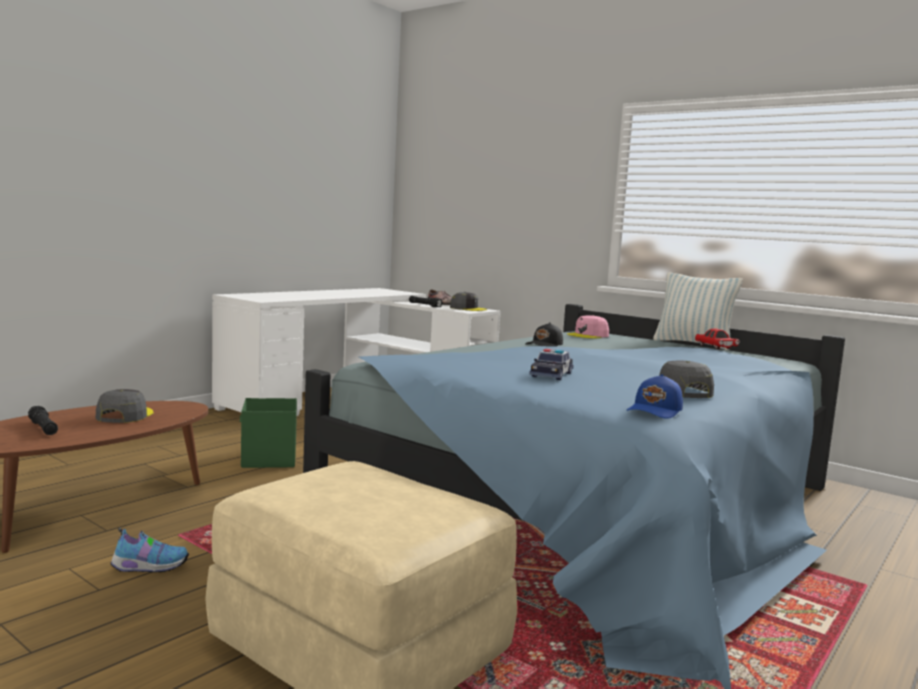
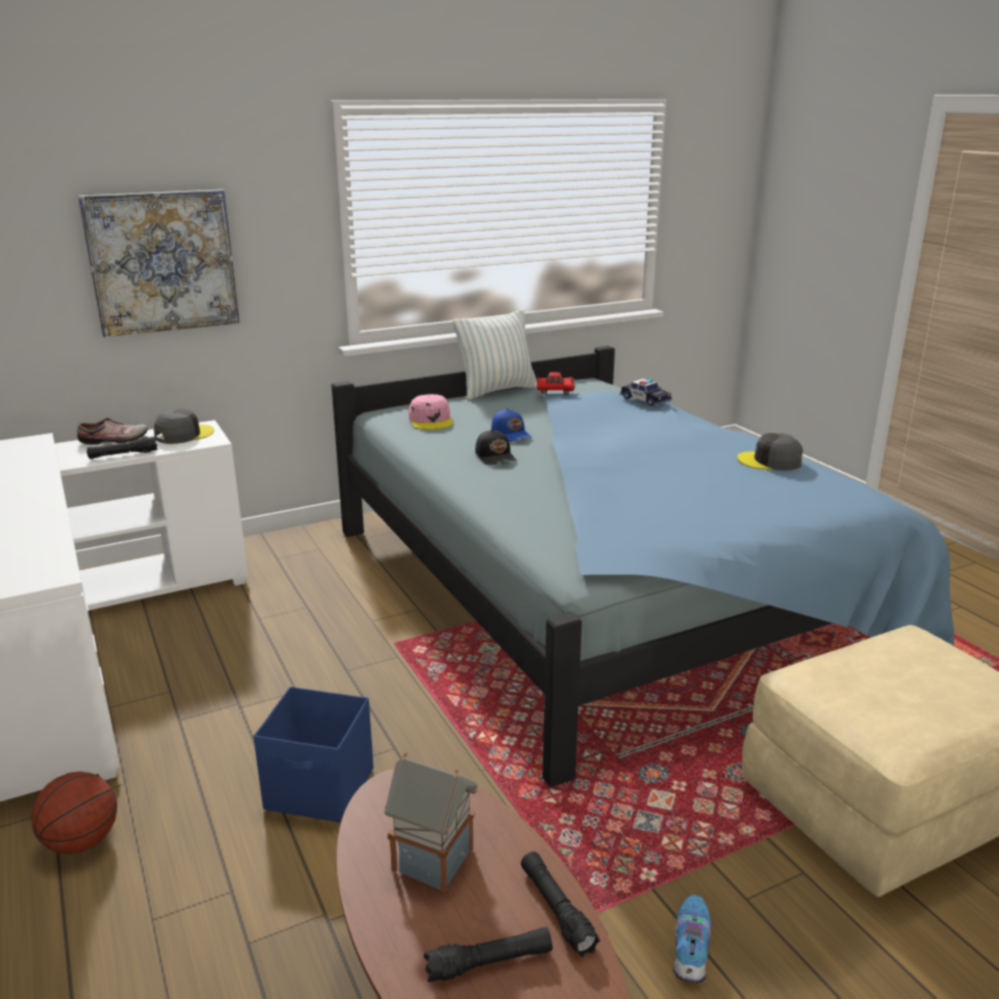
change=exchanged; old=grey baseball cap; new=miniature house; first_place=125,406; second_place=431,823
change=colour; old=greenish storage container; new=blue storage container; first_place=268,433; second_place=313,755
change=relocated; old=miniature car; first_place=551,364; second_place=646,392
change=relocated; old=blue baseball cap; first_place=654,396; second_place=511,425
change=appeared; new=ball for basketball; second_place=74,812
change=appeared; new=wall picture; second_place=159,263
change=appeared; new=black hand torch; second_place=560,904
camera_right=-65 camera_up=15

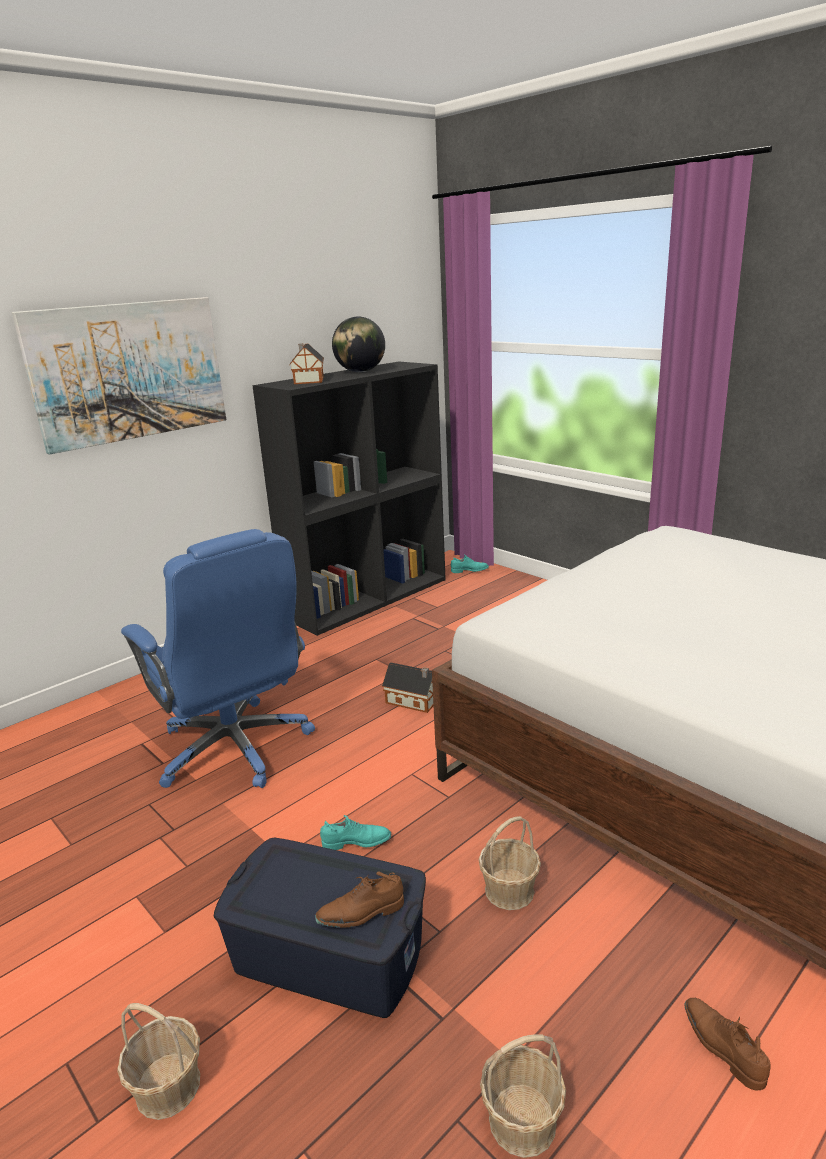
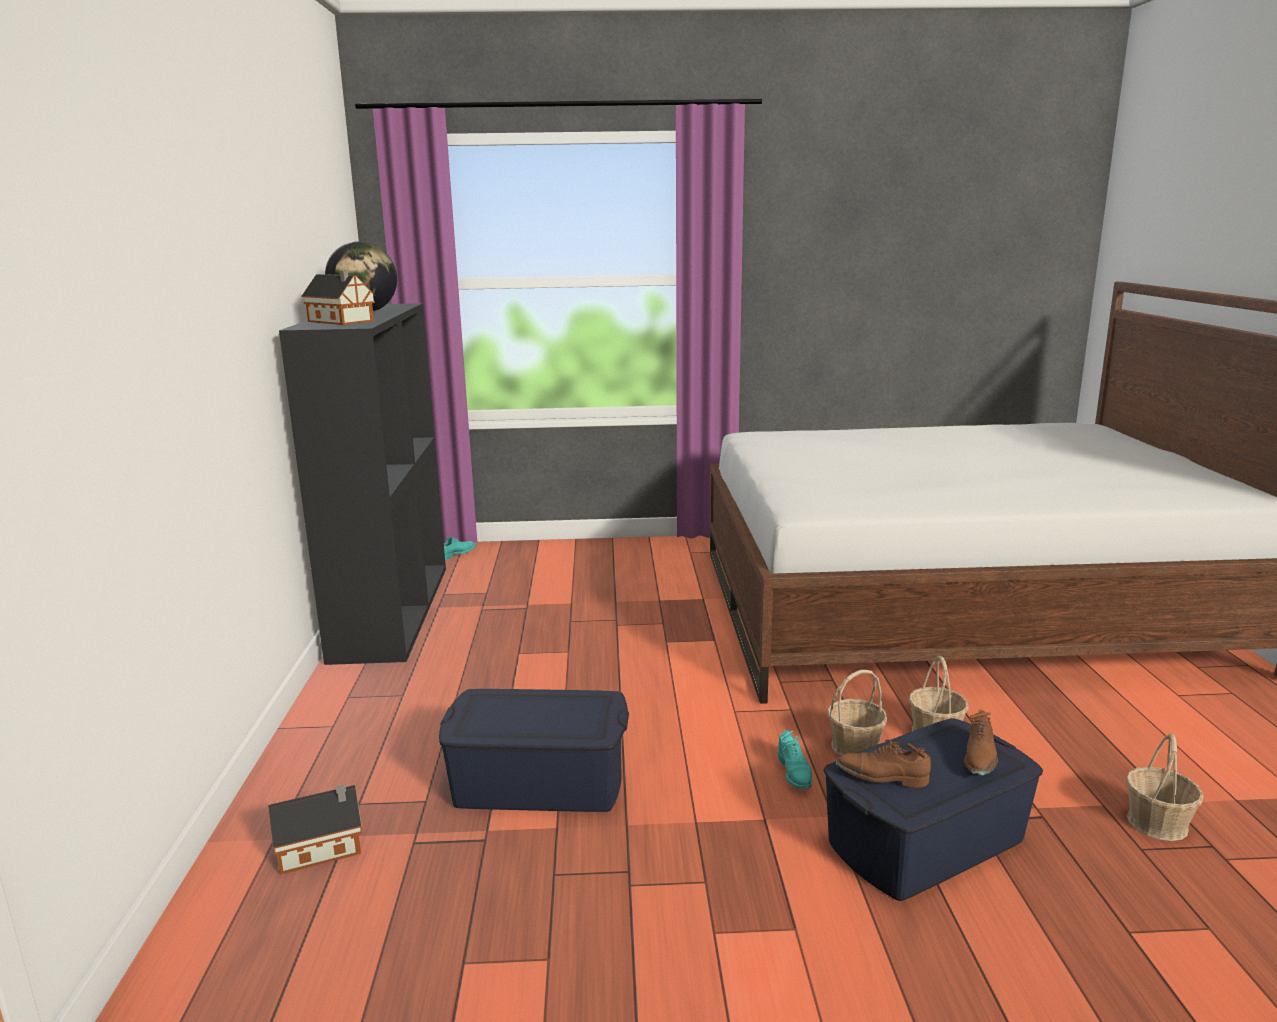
change=missing; old=wall picture; first_place=119,375
change=relocated; old=storage basket; first_place=158,1061; second_place=858,713
change=exchanged; old=blue office chair; new=blue storage container; first_place=218,658; second_place=534,750
change=spun; old=turquoise low shoe; first_place=355,832; second_place=795,760; degrees=135
change=relocated; old=miniature house; first_place=407,687; second_place=315,829
change=relocated; old=brownish low shoe; first_place=727,1044; second_place=883,764
camera_right=-50 camera_up=-5

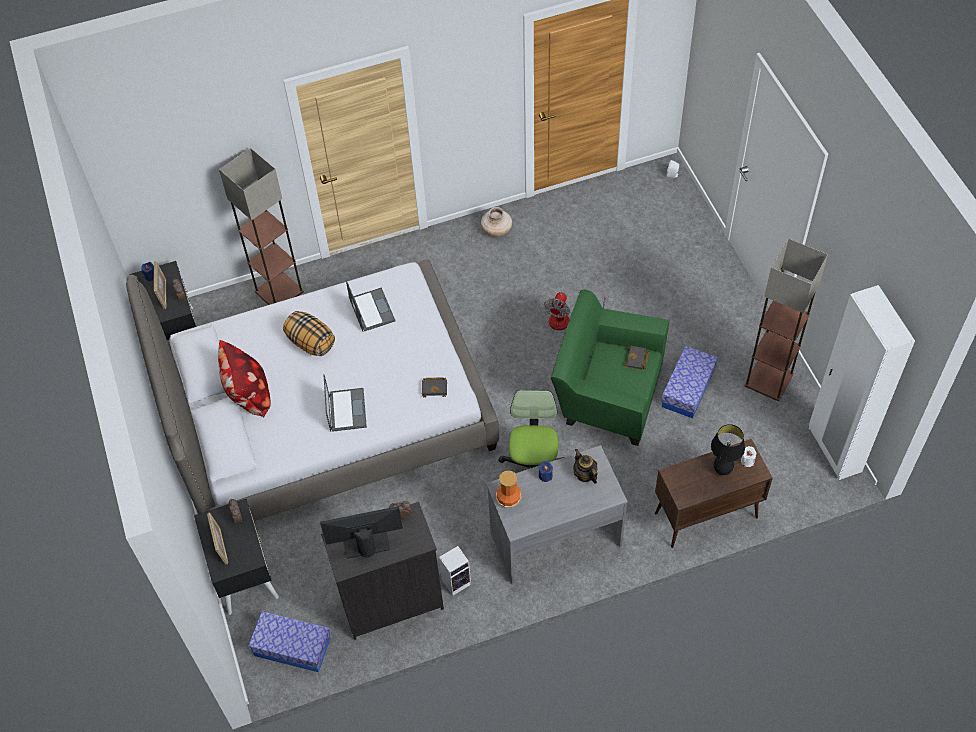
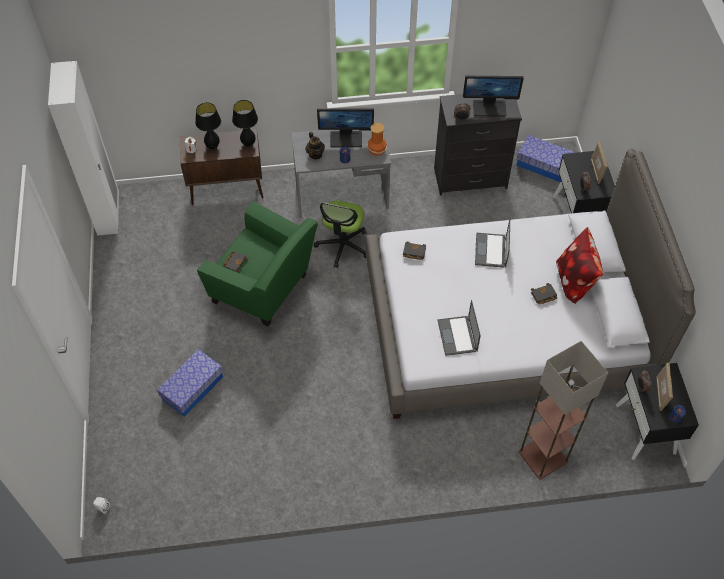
change=missing; old=cushion; first_place=309,333
change=missing; old=loudspeaker; first_place=455,571
change=missing; old=beige-coloured decorative vase; first_place=496,222
change=missing; old=fan; first_place=576,311
change=relocated; old=storage container; first_place=689,382; second_place=190,383
change=missing; old=standing lamp; first_place=786,319
change=appeared; new=black table lamp; second_place=245,123
change=appeared; new=monitor; second_place=345,128
change=appeared; new=black book; second_place=544,294
camera_right=-170 camera_up=0

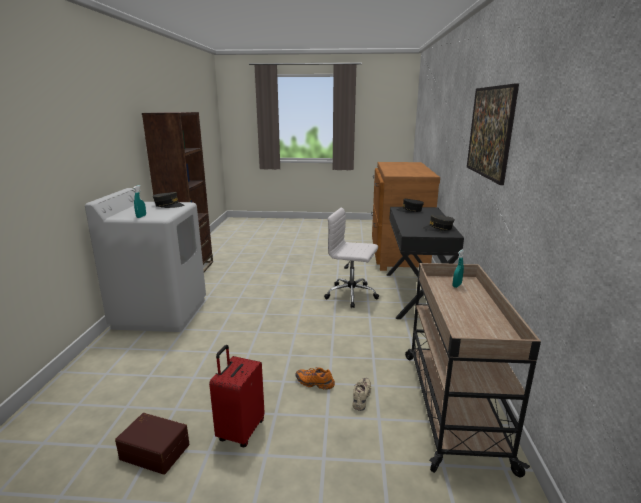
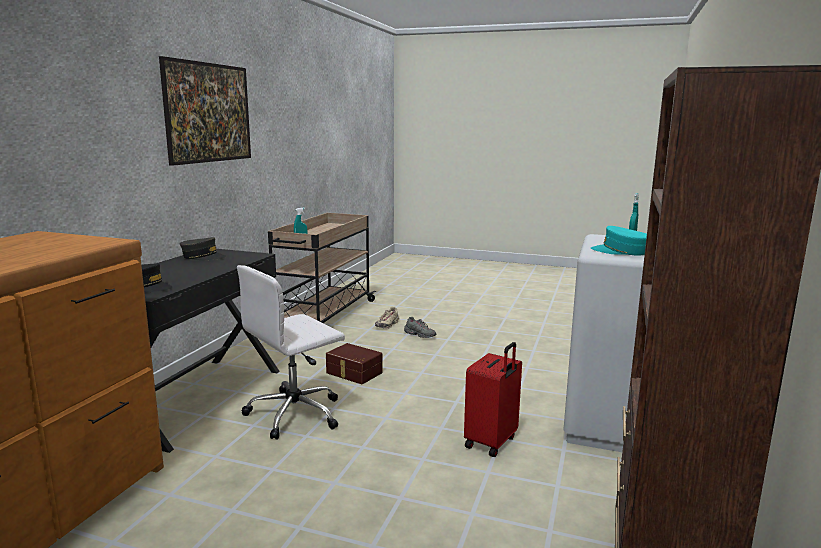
change=relocated; old=brownish storage container; first_place=152,444; second_place=354,363
change=colour; old=grey baseball cap; new=turquoise baseball cap; first_place=168,200; second_place=619,241
change=relocated; old=red-coloured piece of luggage; first_place=237,396; second_place=493,399
change=colour; old=orange low shoe; new=grey low shoe; first_place=315,378; second_place=420,327
change=spun; old=white office chair; first_place=351,258; second_place=291,352; degrees=105
camera_right=-165 camera_up=-5

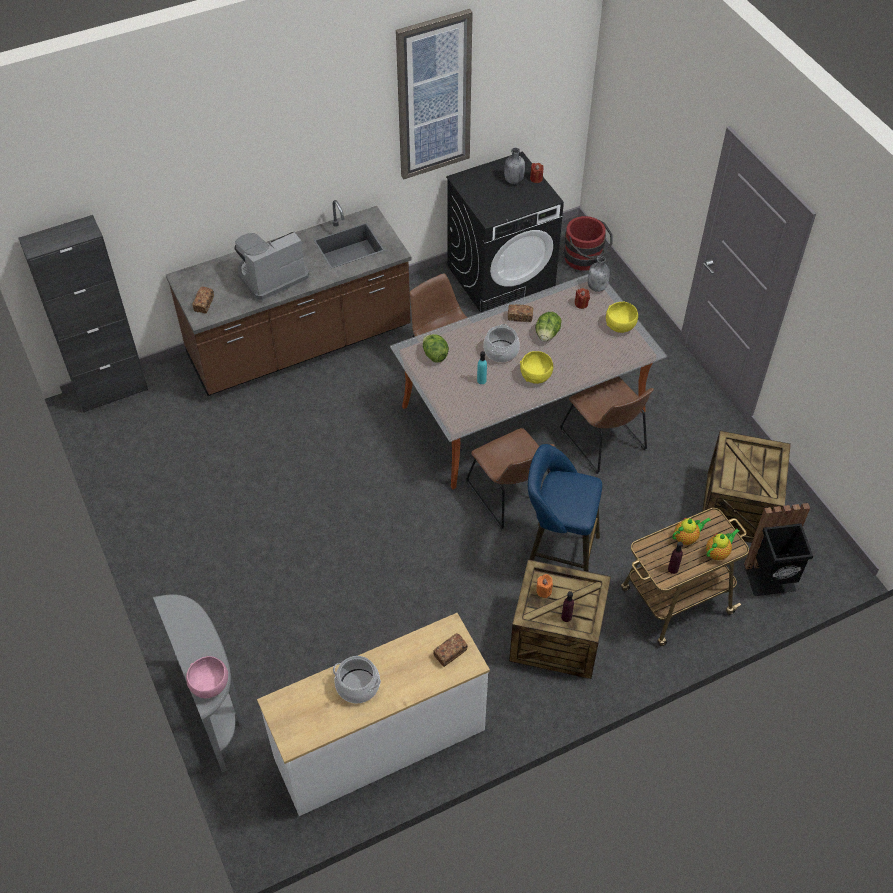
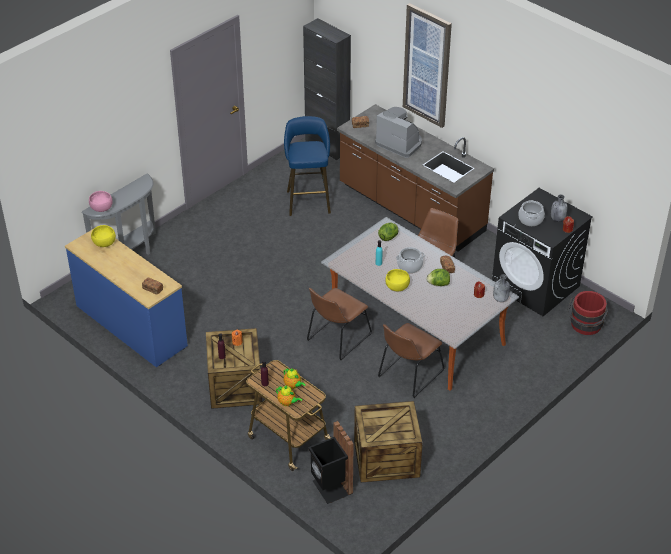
change=colour; old=white chest of drawers; new=blue chest of drawers; first_place=373,714; second_place=126,297
change=relocated; old=cooking pot; first_place=357,679; second_place=531,213
change=relocated; old=wall picture; first_place=434,94; second_place=427,65
change=relocated; old=blue stool; first_place=565,508; second_place=307,166
change=relocated; old=yellow-coloured deep dish; first_place=622,317; second_place=103,236
camera_right=70 camera_up=-10

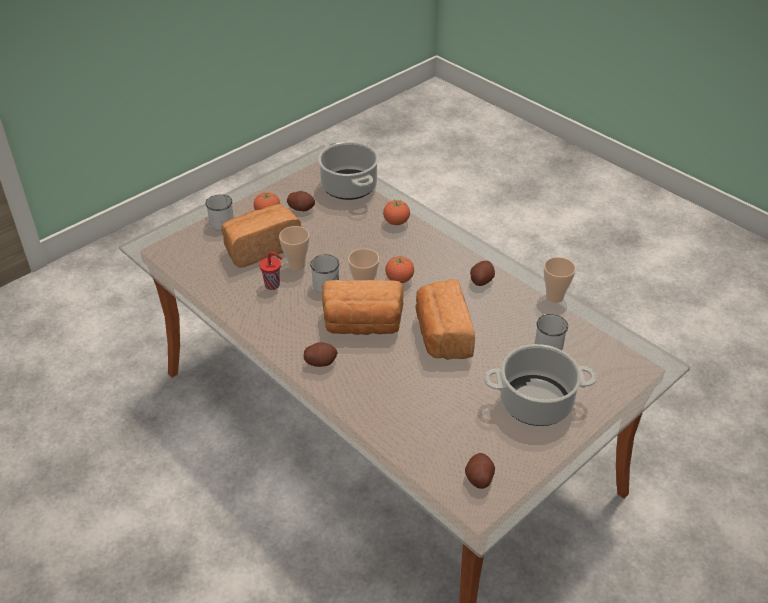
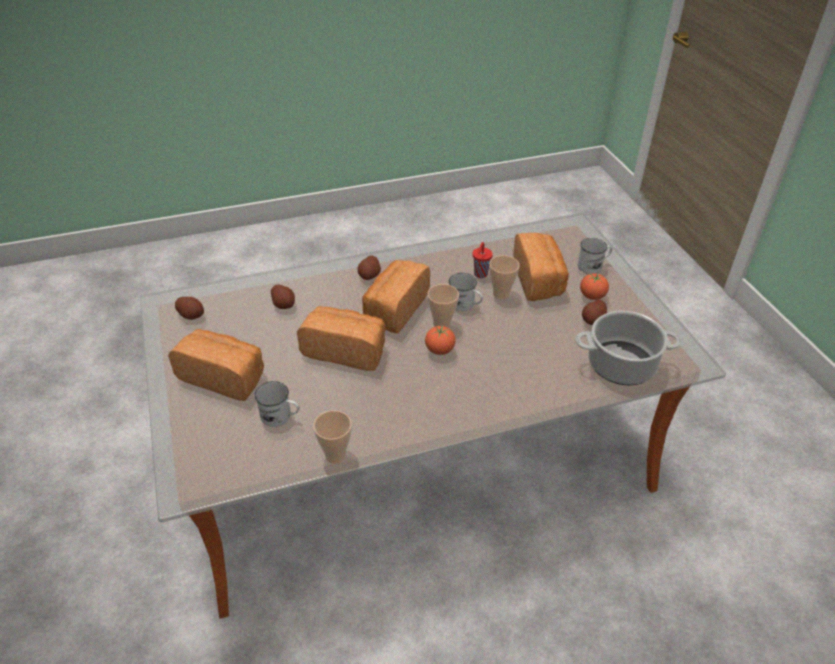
change=missing; old=fresh tomato; first_place=396,212
change=relocated; old=spud; first_place=482,273; second_place=283,297
change=exchanged; old=cooking pot; new=baked bread; first_place=540,385; second_place=216,365
camera_right=115 camera_up=0

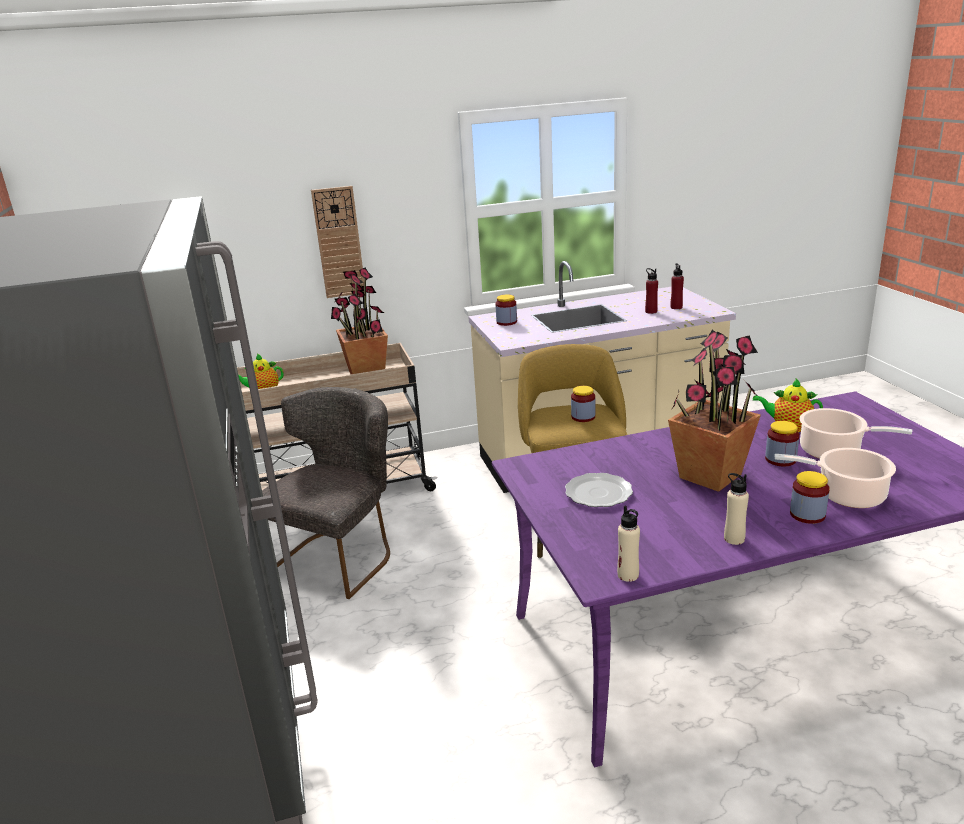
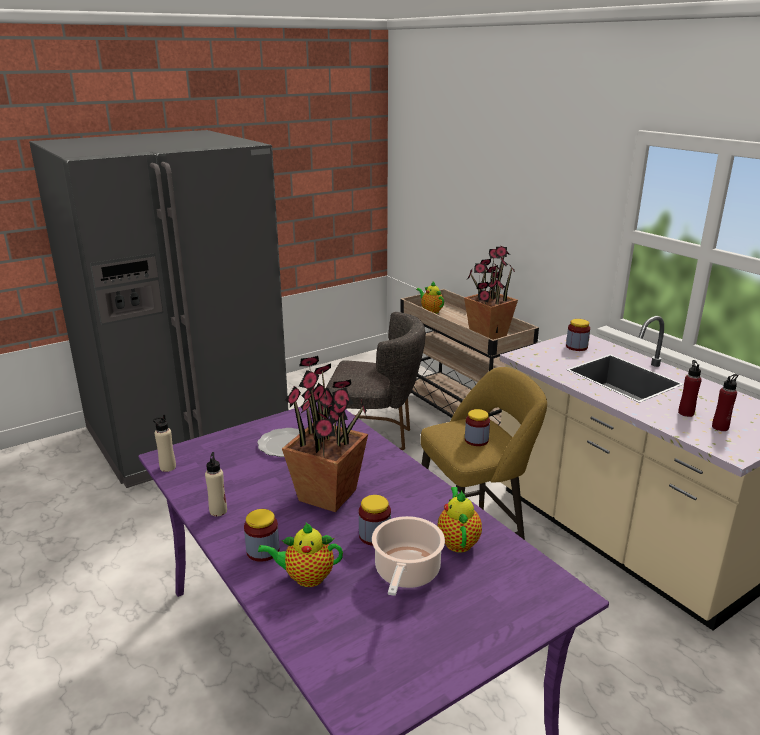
change=missing; old=hanging clock; first_place=337,242
change=exchanged; old=cooking pot; new=tea pot; first_place=835,478; second_place=300,554
camera_right=70 camera_up=0

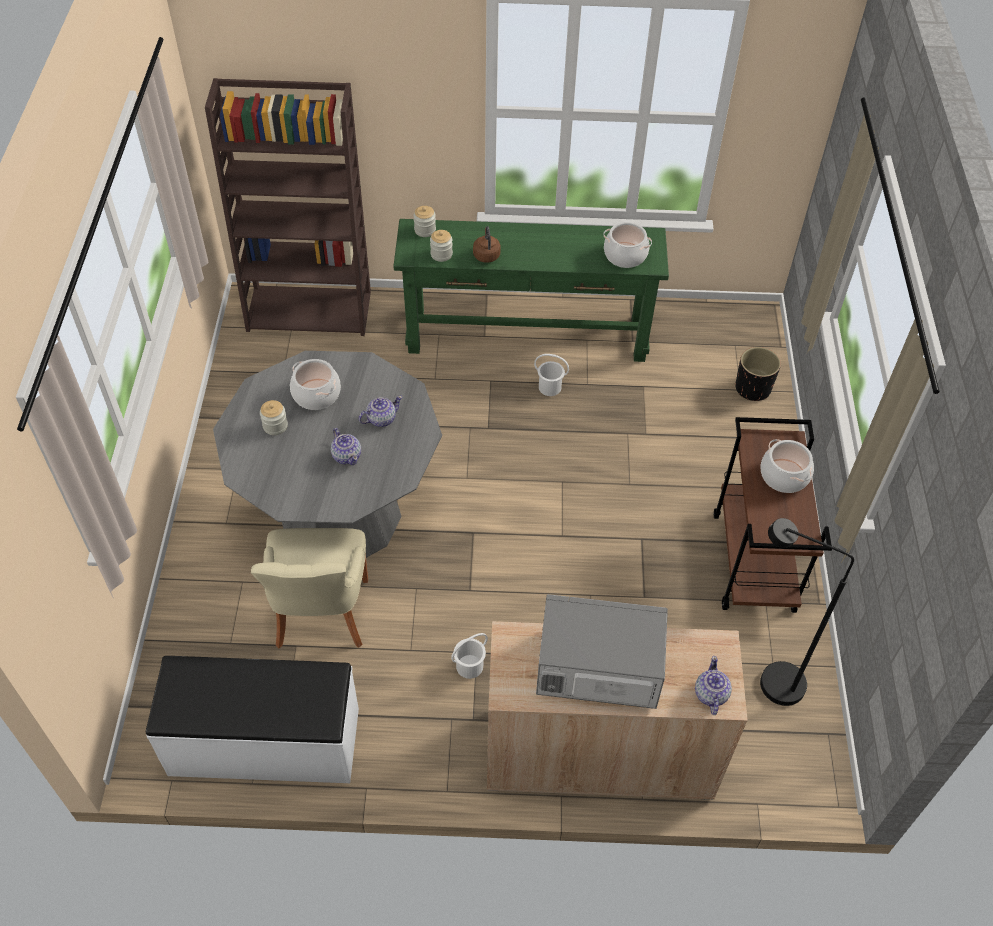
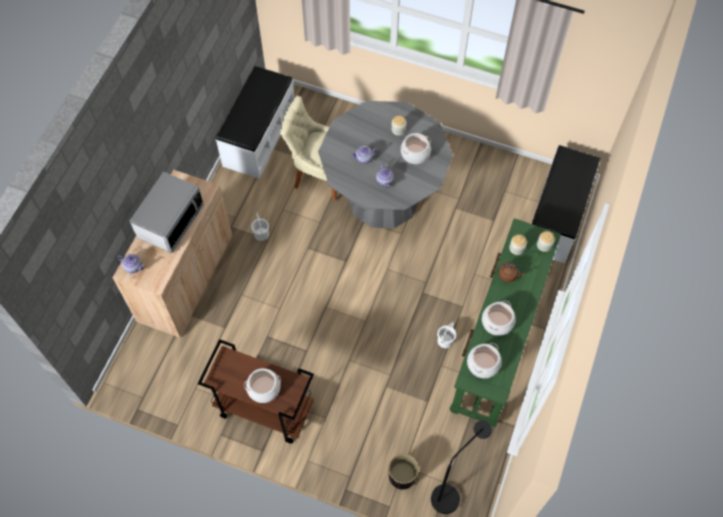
change=exchanged; old=brownish bookcase; new=white long seat; first_place=288,207; second_place=566,204
change=relocated; old=black standing lamp; first_place=807,612; second_place=461,467
change=appeared; new=cooking pot; second_place=499,318
camera_right=110 camera_up=10

